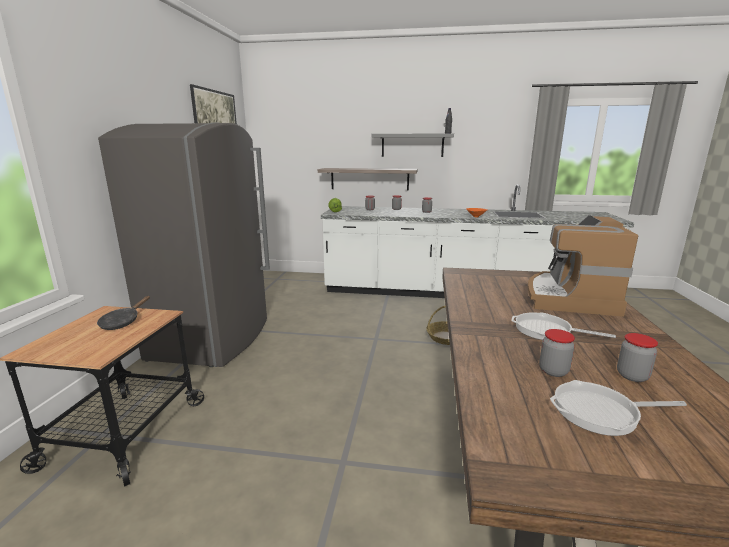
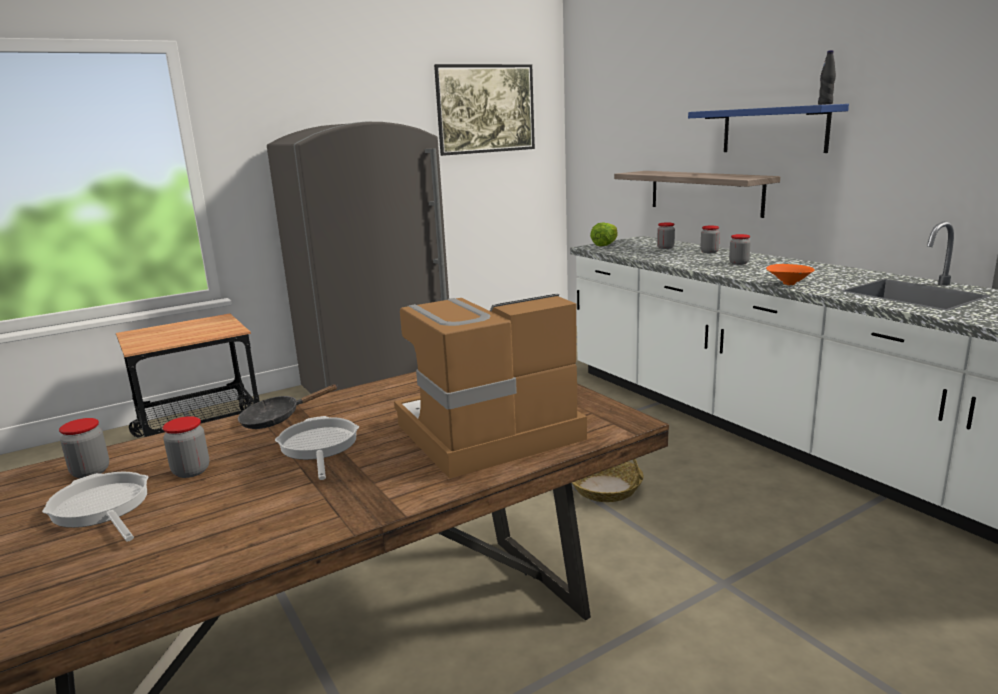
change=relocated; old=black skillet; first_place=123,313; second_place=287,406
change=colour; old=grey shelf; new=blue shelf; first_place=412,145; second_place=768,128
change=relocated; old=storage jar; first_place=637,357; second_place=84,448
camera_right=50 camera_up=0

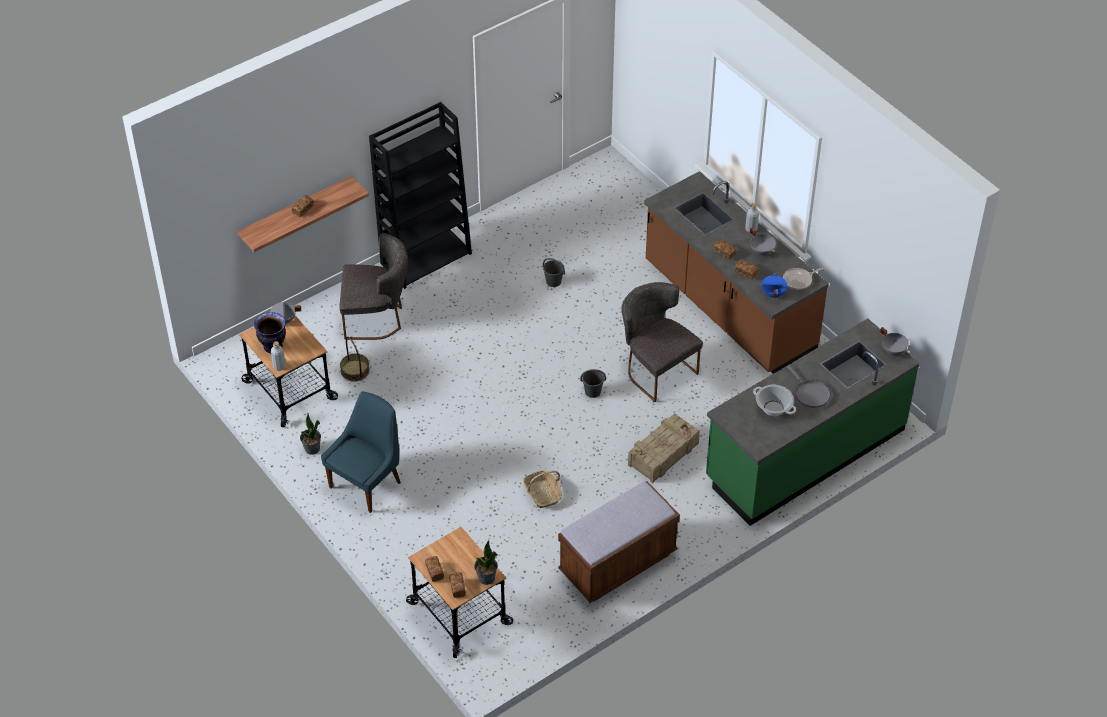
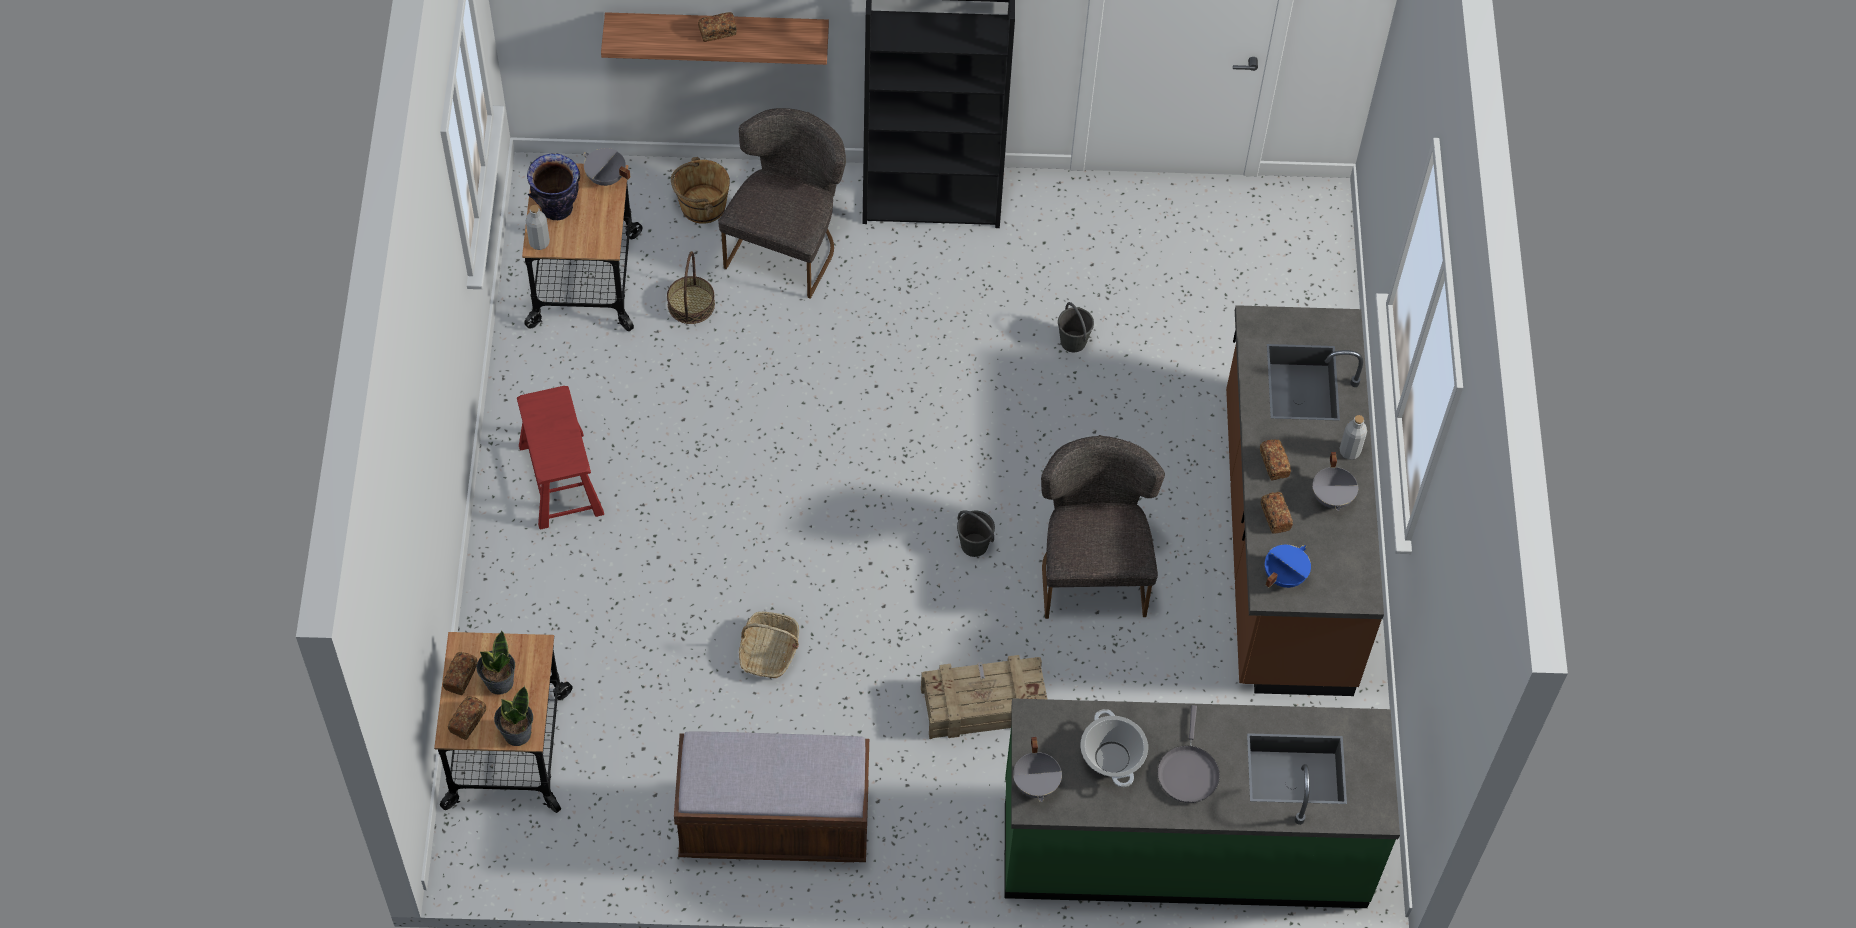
change=relocated; old=potted plant; first_place=310,434; second_place=495,663
change=exchanged; old=blue upright chair; new=red-coloured stool; first_place=361,452; second_place=560,458
change=spun; old=grey upright chair; first_place=373,286; second_place=782,203; degrees=-105
change=missing; old=skillet; first_place=803,279
change=relocated; old=grey cooking pot; first_place=894,341; second_place=1037,769
change=appeared; new=brownish pail; second_place=700,190
camera_right=35 camera_up=10

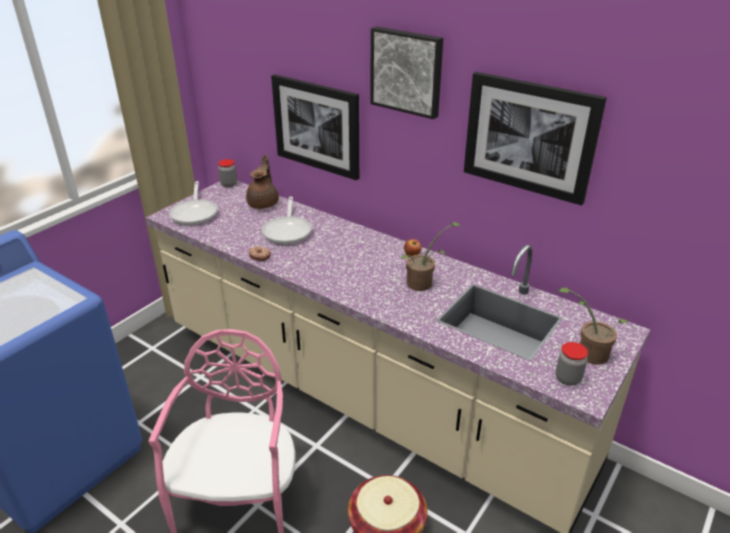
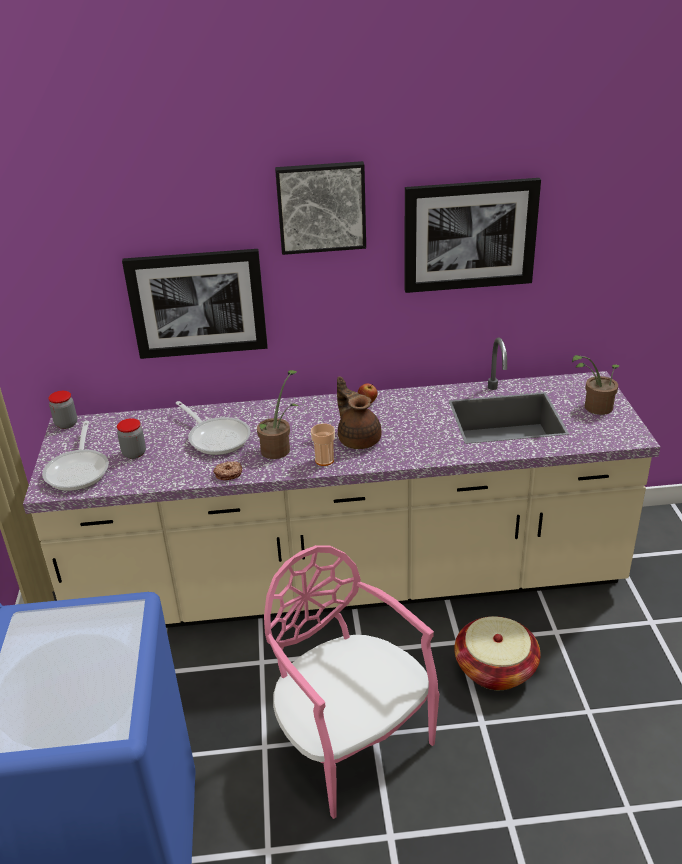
change=spun; old=skillet; first_place=193,203; second_place=75,456; degrees=45
change=relocated; old=brownish tea pot; first_place=262,182; second_place=359,412
change=relocated; old=potted plant; first_place=431,256; second_place=278,414
change=relocated; old=storage jar; first_place=572,364; second_place=131,438
change=appeared; new=cup; second_place=323,444
camera_right=-40 camera_up=0

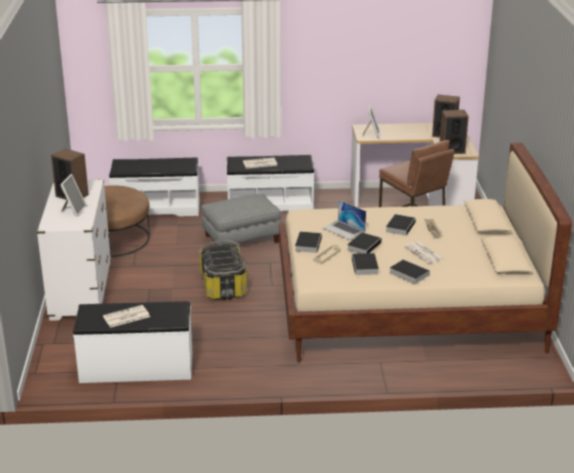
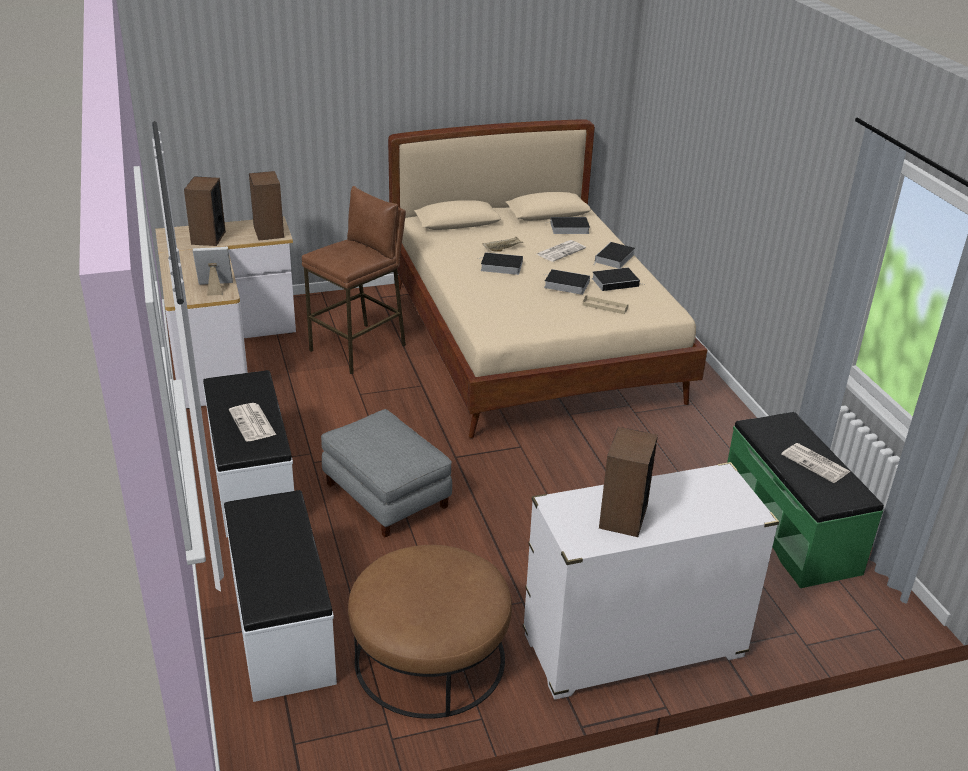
change=missing; old=picture frame; first_place=73,195
change=colour; old=white long seat; new=greenish long seat; first_place=132,342; second_place=805,500
change=missing; old=storage container; first_place=223,270
change=relocated; old=book; first_place=308,242; second_place=570,225
change=missing; old=laptop; first_place=344,220
camera_right=-105 camera_up=5

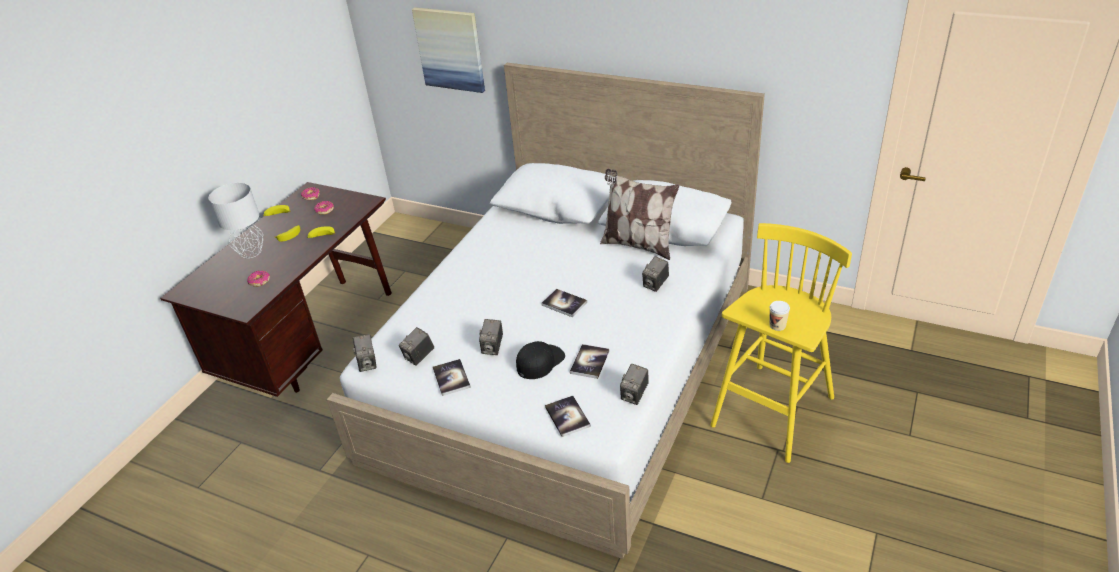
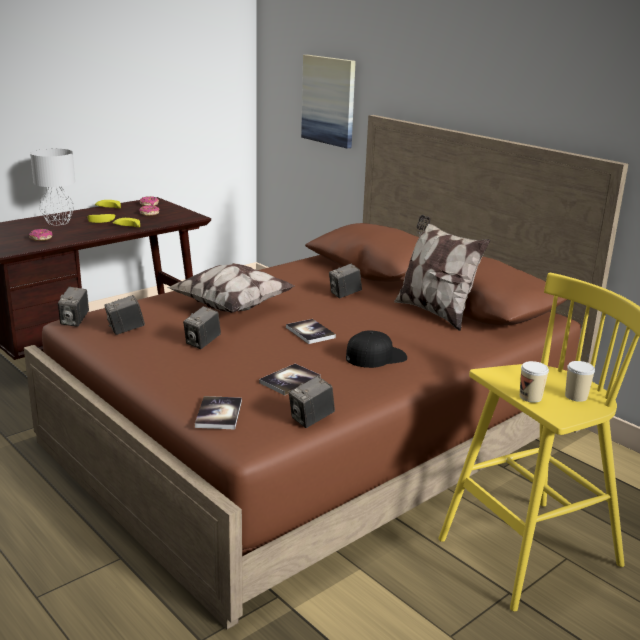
change=colour; old=white bed; new=brownish bed; first_place=546,311; second_place=326,372
change=missing; old=book; first_place=452,377
change=relocated; old=black baseball cap; first_place=540,360; second_place=376,349
change=relocated; old=still camera; first_place=655,274; second_place=345,280
change=appeared; new=cushion; second_place=231,288
change=appeared; new=cup; second_place=580,381
camera_right=20 camera_up=-15

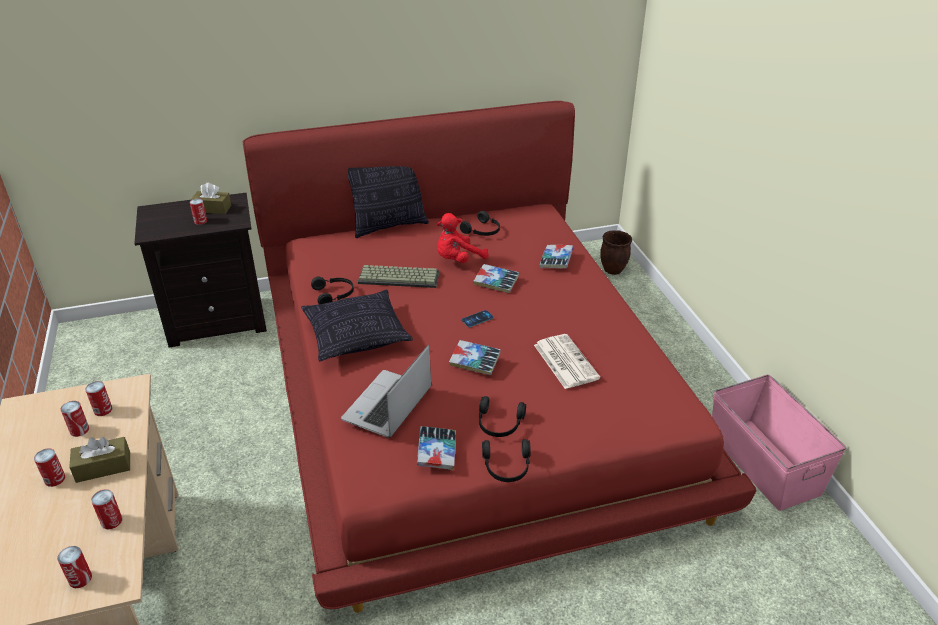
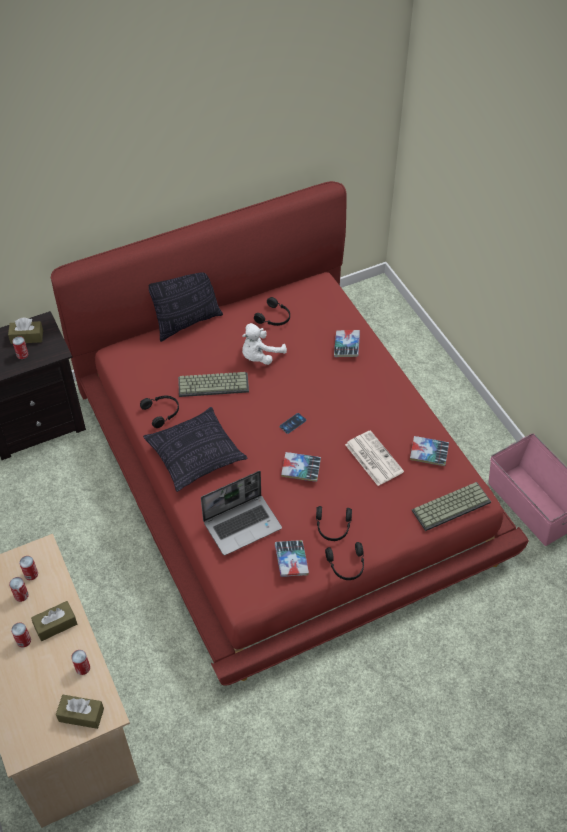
change=exchanged; old=can; new=brownish tissue box; first_place=74,567; second_place=80,712
change=spun; old=laptop; first_place=386,391; second_place=241,513; degrees=-135
change=colour; old=red-coloured soft toy; new=white soft toy; first_place=462,238; second_place=264,344
change=relocated; old=book; first_place=496,278; second_place=429,451
change=missing; old=brownish plant pot; first_place=616,252
change=appeared; new=PC keyboard; second_place=451,506
camera_right=-10 camera_up=15

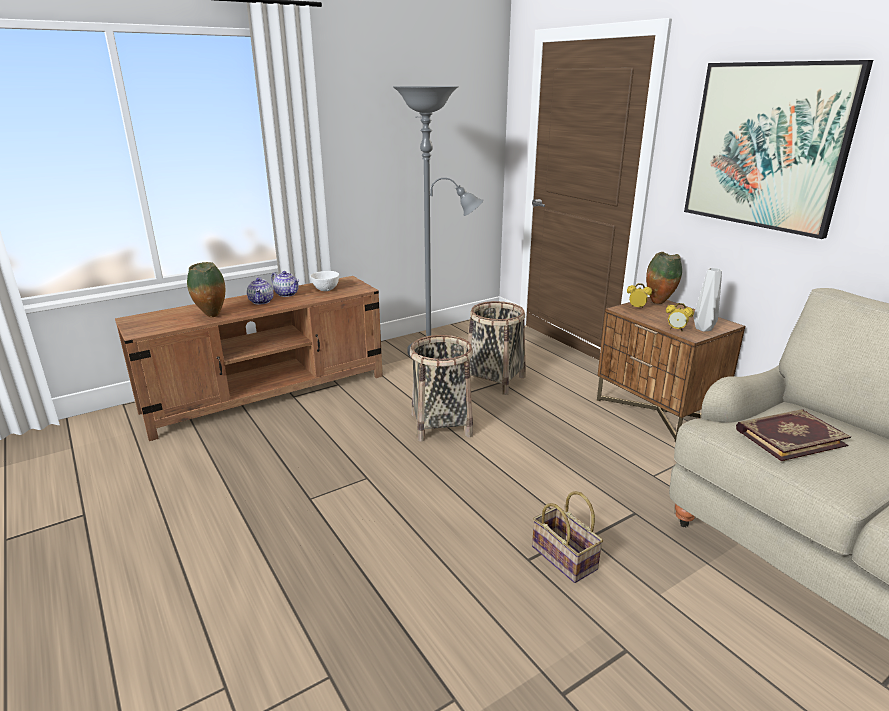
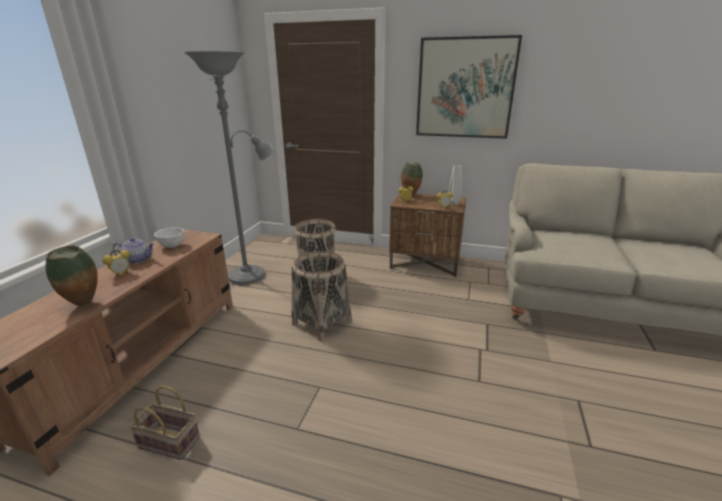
change=exchanged; old=tea pot; new=alarm clock; first_place=260,290; second_place=116,263
change=relocated; old=storage basket; first_place=567,537; second_place=164,422
change=missing; old=book; first_place=793,435
camera_right=-40 camera_up=0

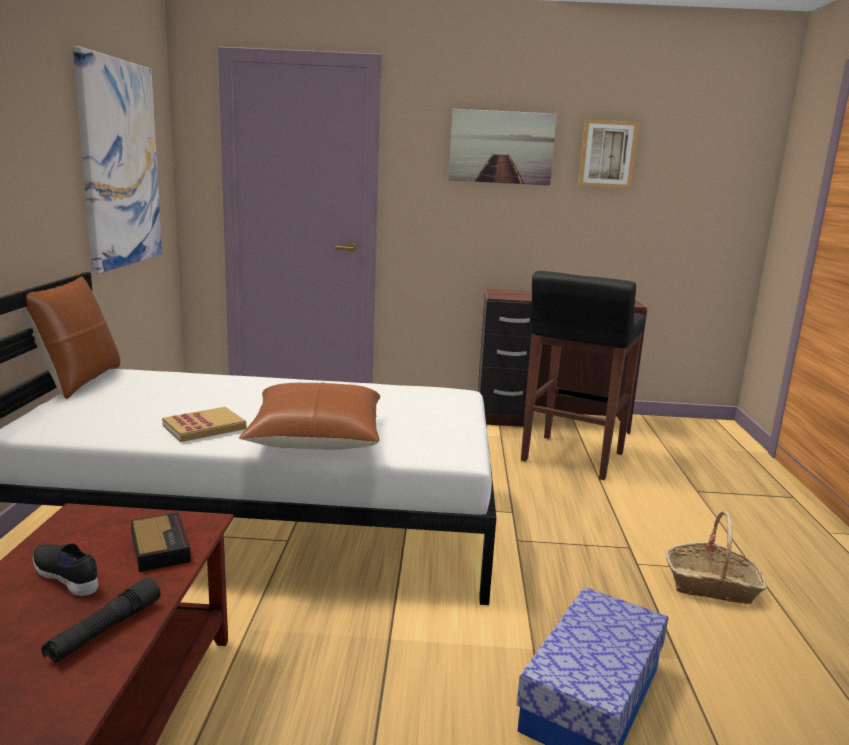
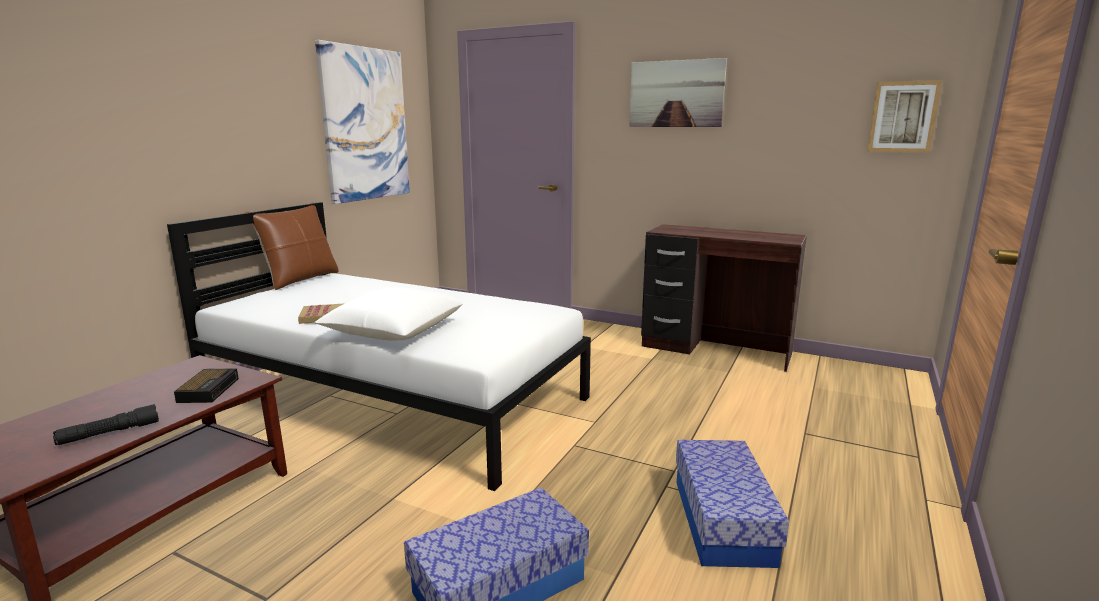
change=missing; old=black low shoe; first_place=65,569
change=colour; old=brownish cushion; new=white cushion; first_place=309,416; second_place=388,314
change=missing; old=black stool; first_place=583,375
change=relocated; old=wall picture; first_place=608,154; second_place=904,116
change=exchanged; old=storage basket; new=storage container; first_place=716,557; second_place=732,504
camera_right=25 camera_up=0

